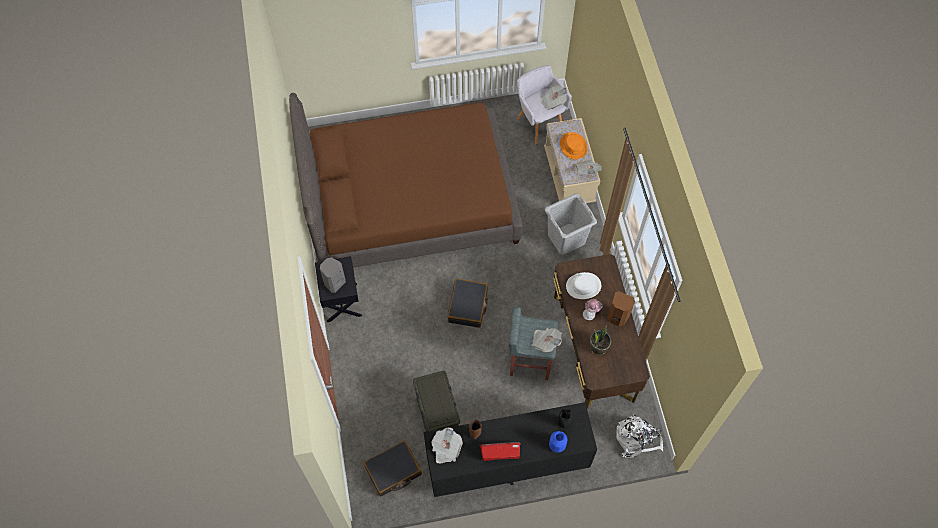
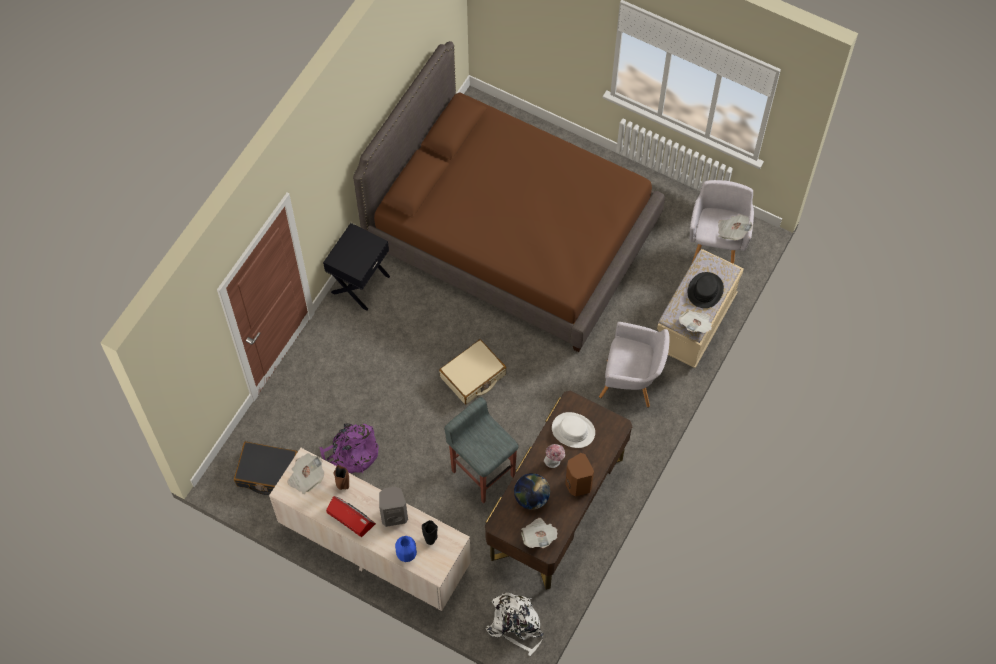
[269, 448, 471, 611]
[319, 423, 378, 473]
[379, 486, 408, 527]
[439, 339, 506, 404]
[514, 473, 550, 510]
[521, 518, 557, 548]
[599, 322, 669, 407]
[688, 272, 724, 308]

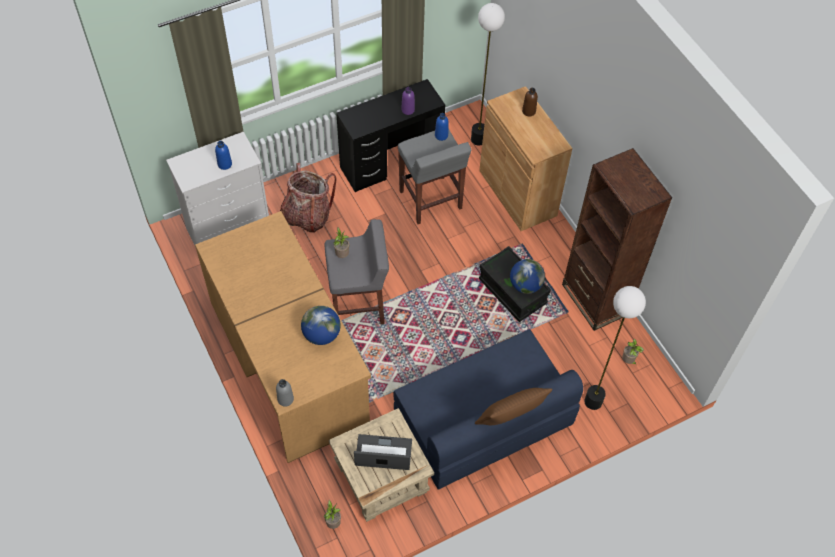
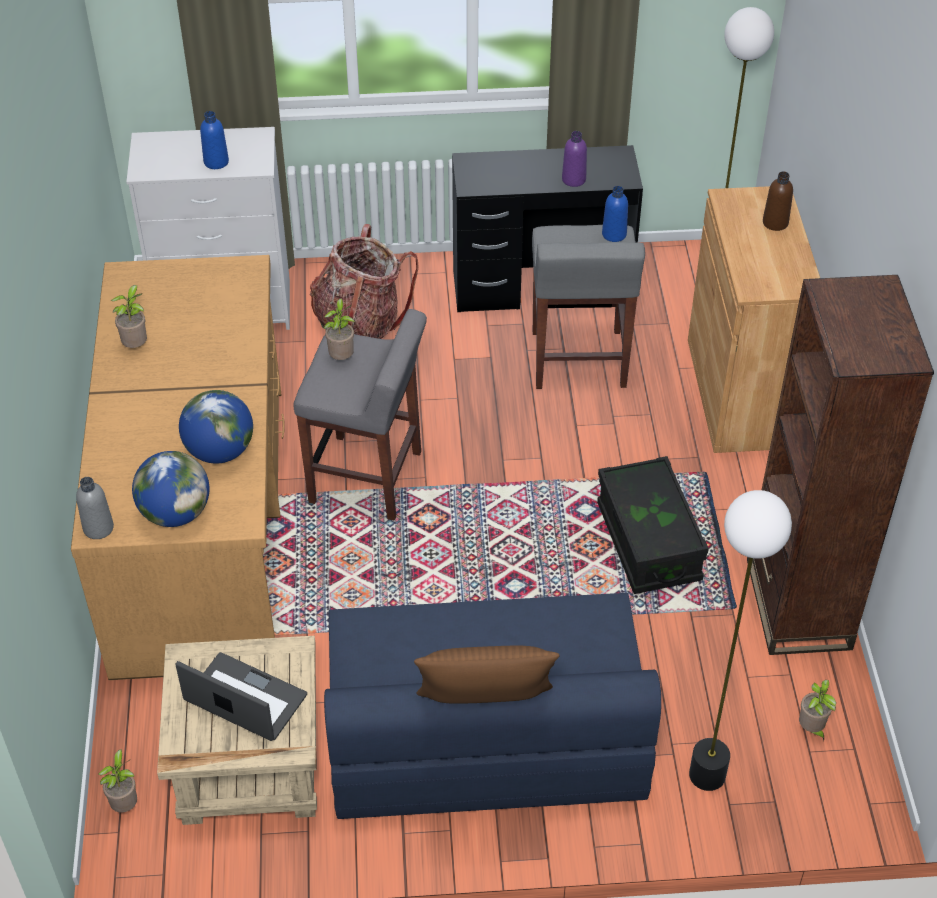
[111, 285, 147, 348]
[132, 451, 209, 527]

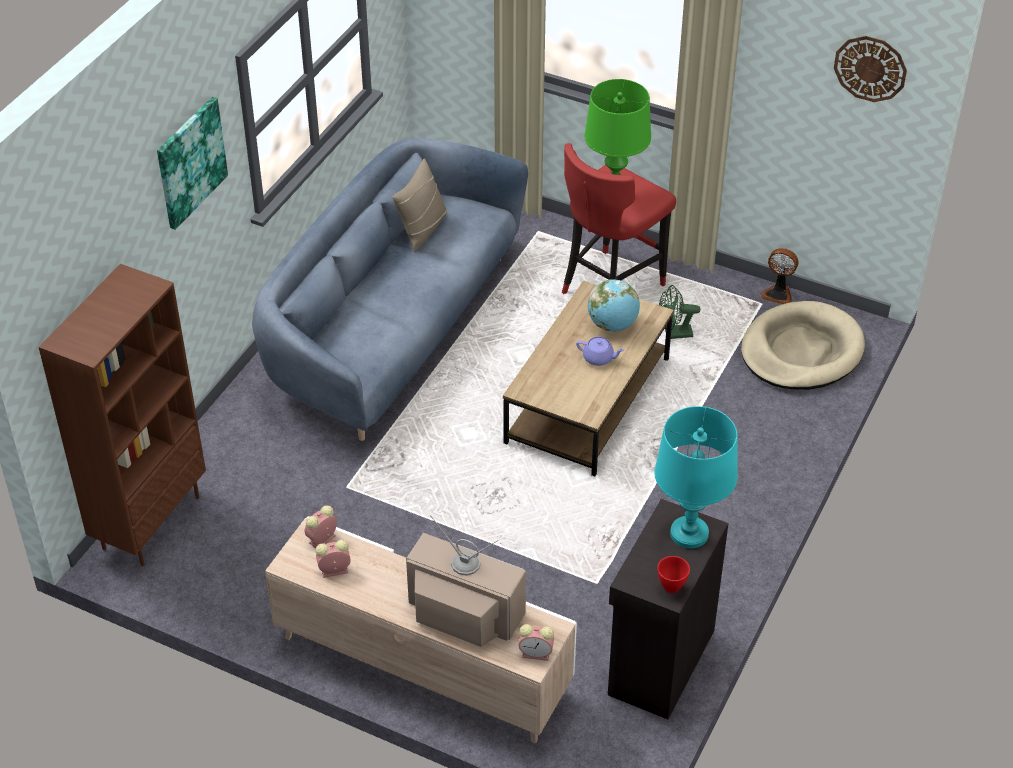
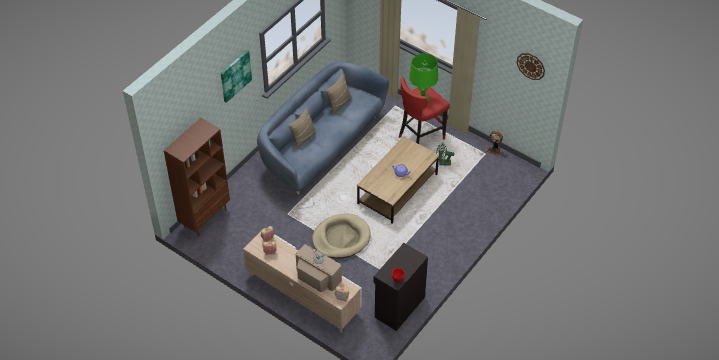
[288, 107, 316, 149]
[312, 214, 371, 259]
[588, 279, 640, 332] (first image)
[654, 406, 738, 548] (first image)

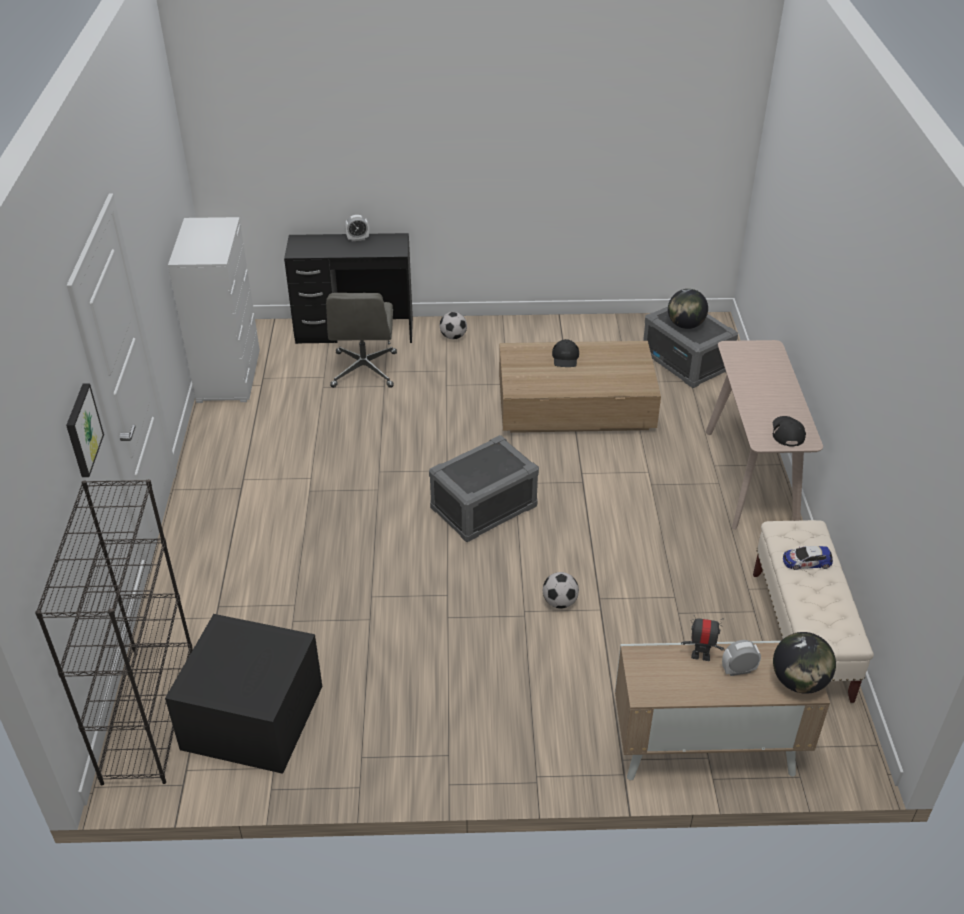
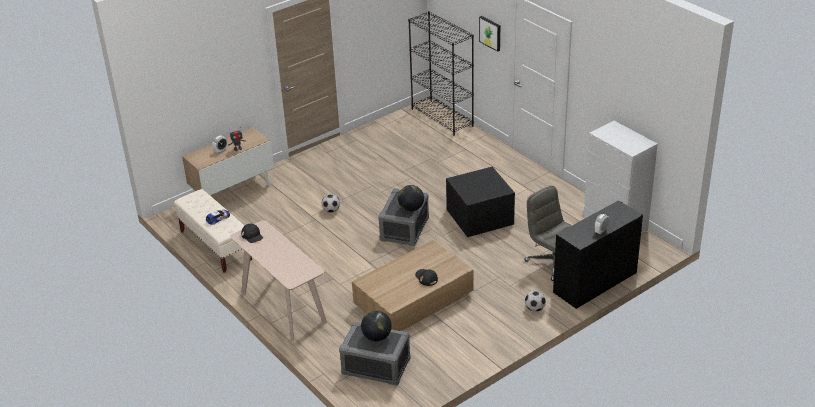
[398, 185, 424, 211]
[446, 167, 515, 237]

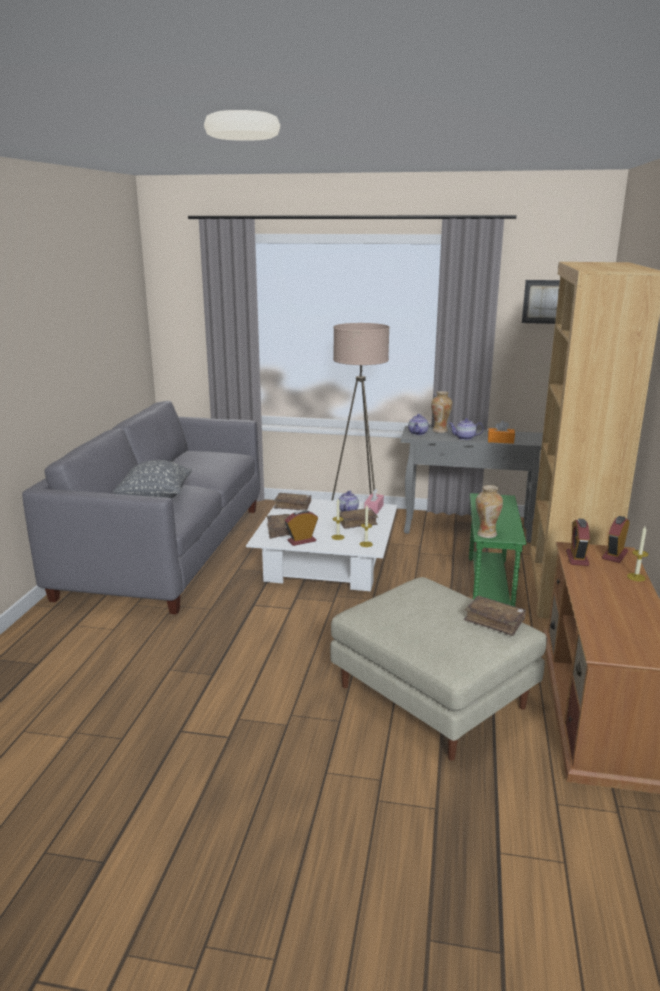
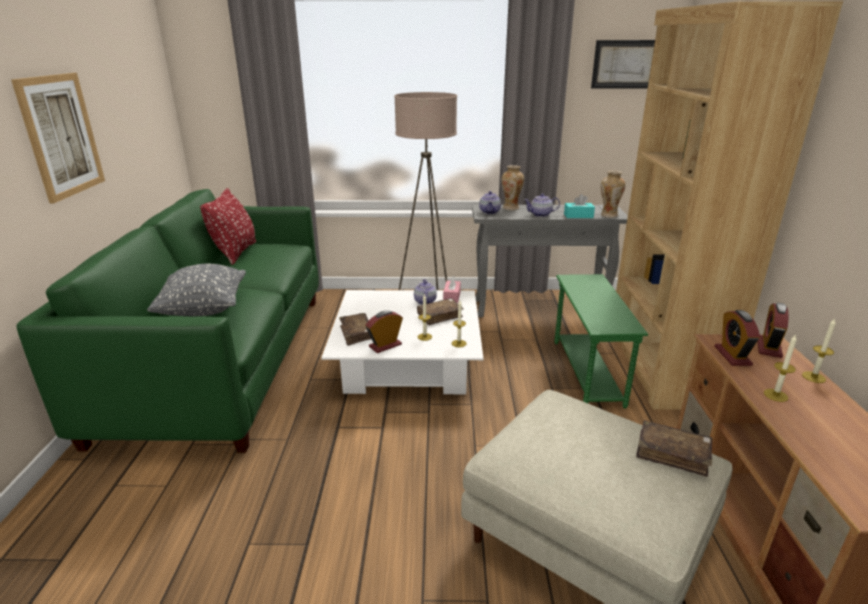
[11, 73, 105, 204]
[16, 189, 319, 453]
[200, 188, 256, 265]
[564, 194, 595, 218]
[601, 171, 625, 218]
[764, 334, 797, 402]
[274, 493, 311, 510] (first image)

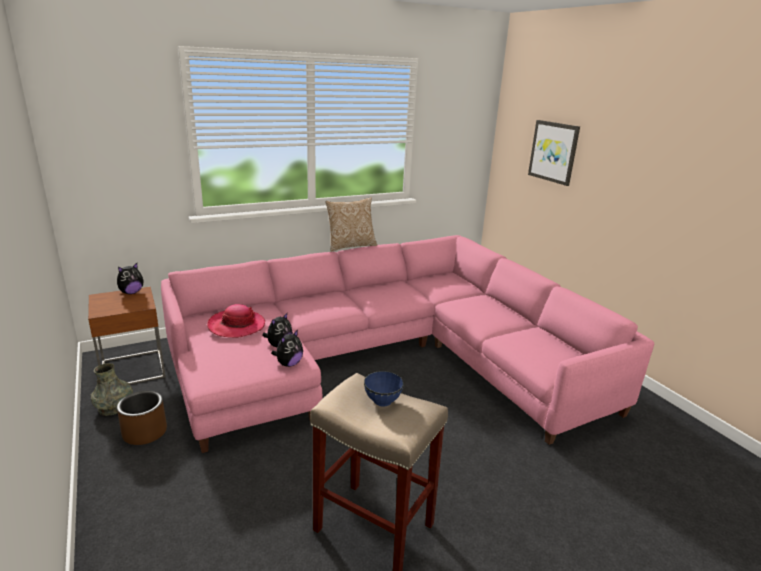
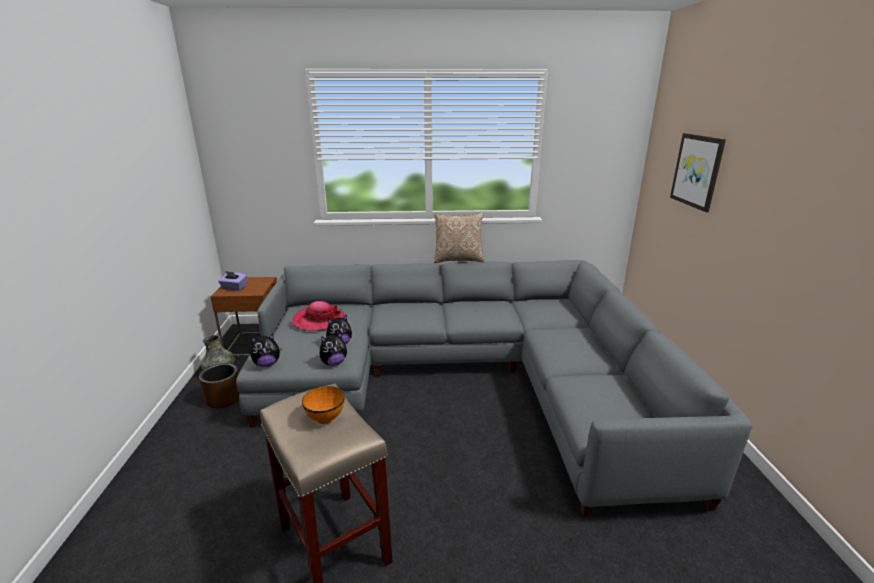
[218, 271, 247, 291]
[236, 260, 752, 516]
[251, 334, 282, 367]
[302, 386, 345, 424]

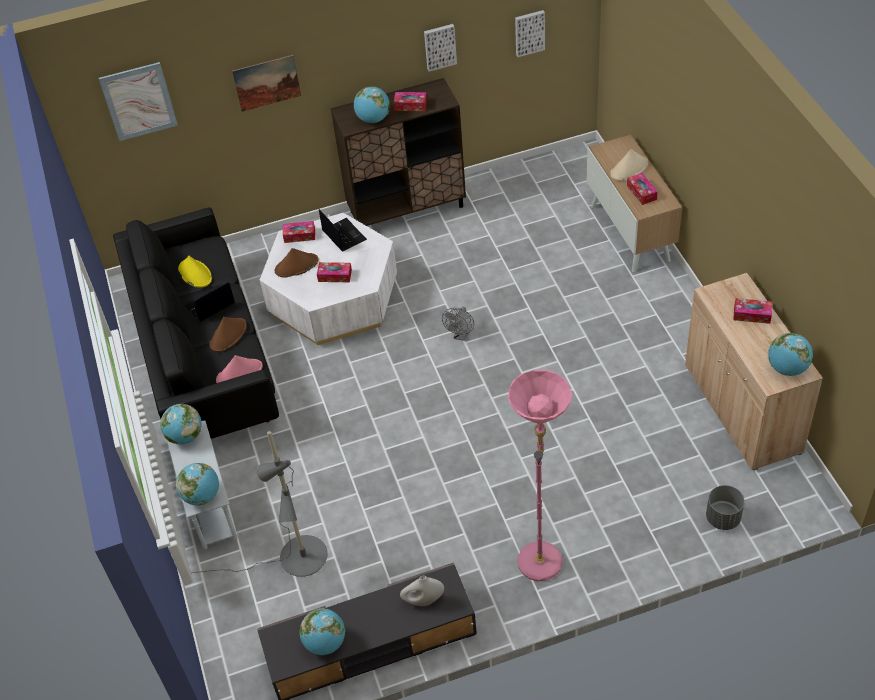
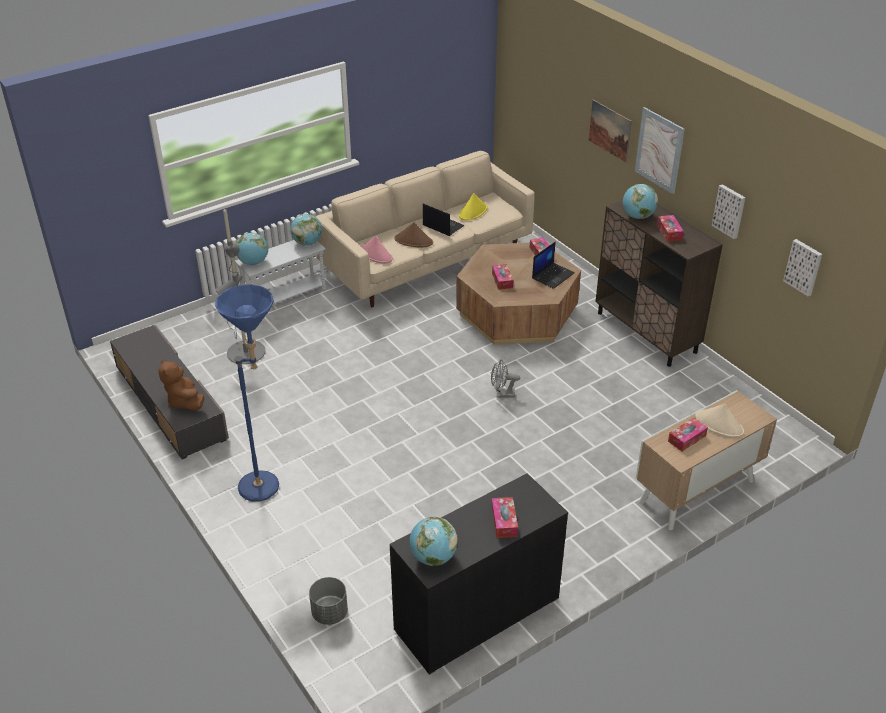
[158, 359, 204, 410]
[215, 284, 279, 502]
[315, 151, 535, 307]
[390, 473, 568, 675]
[456, 243, 581, 345]
[635, 107, 685, 194]
[275, 248, 319, 278] (first image)
[300, 609, 346, 655] (first image)

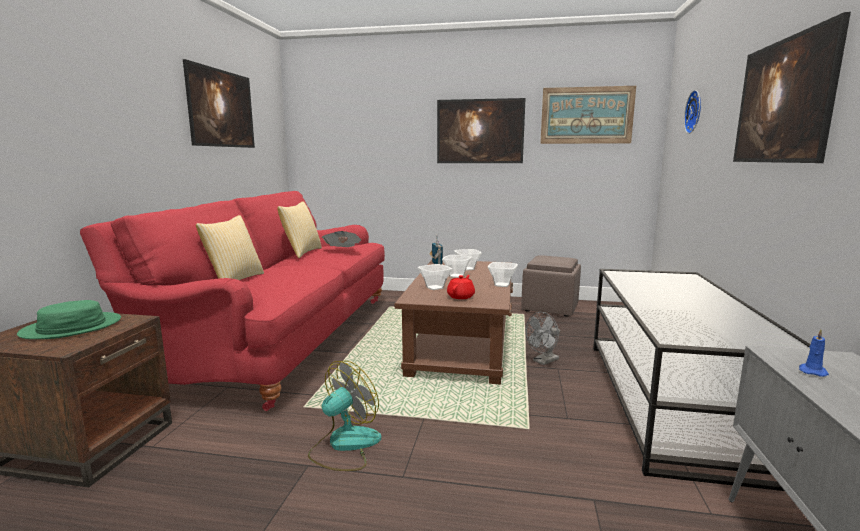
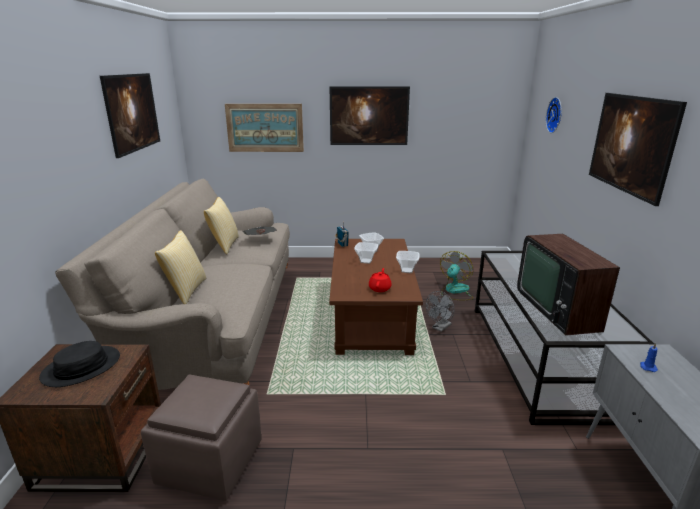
[39, 341, 120, 387]
[55, 178, 290, 390]
[141, 375, 261, 501]
[225, 104, 304, 152]
[440, 251, 473, 300]
[517, 234, 620, 336]
[418, 264, 453, 290] (first image)

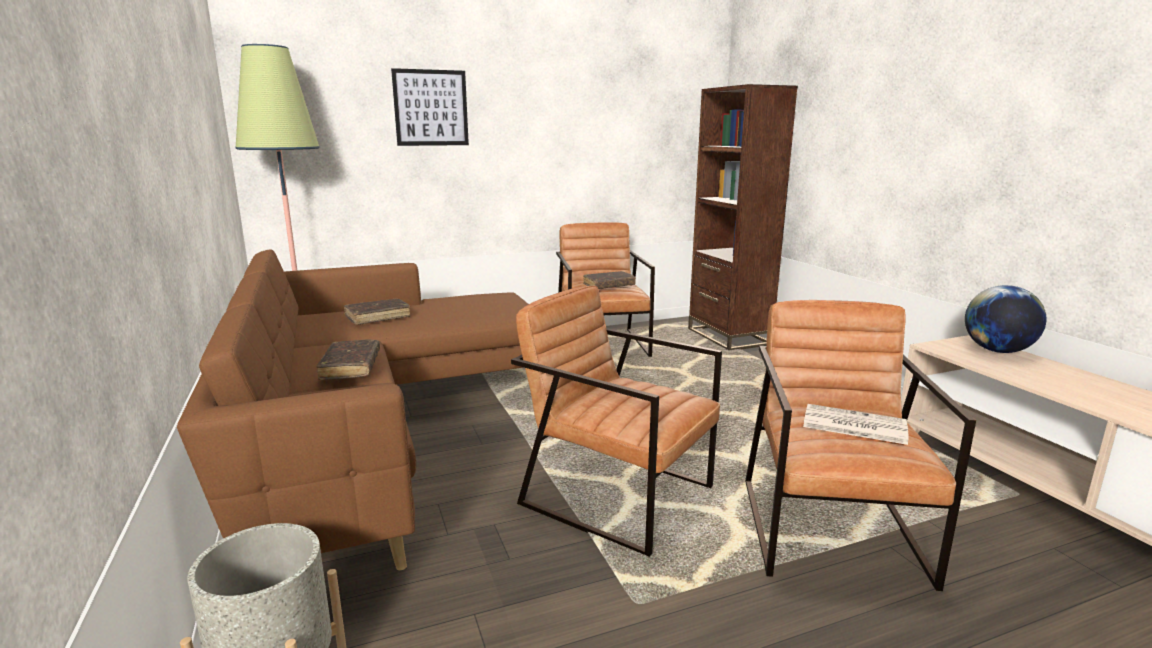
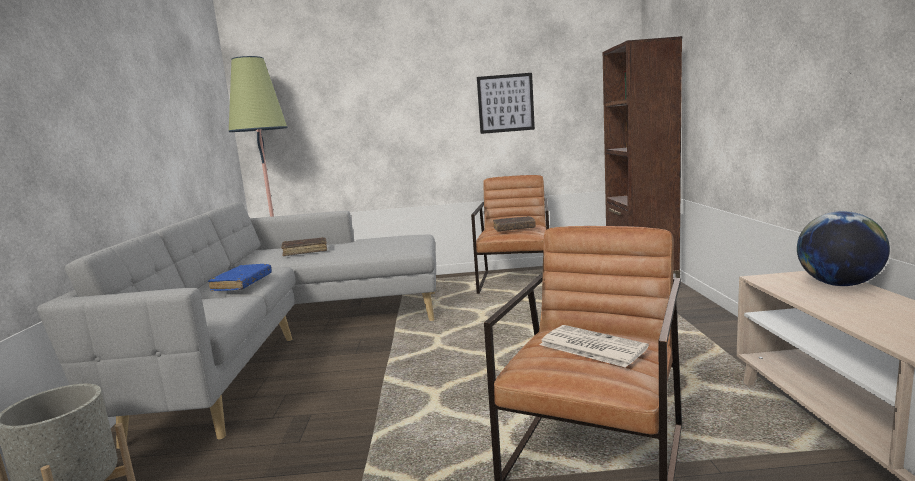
[37, 201, 436, 449]
[208, 264, 272, 291]
[477, 73, 535, 134]
[511, 285, 722, 557] (first image)

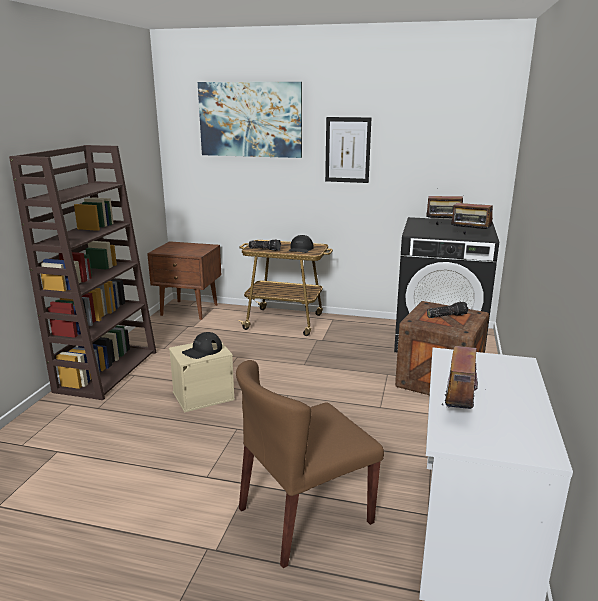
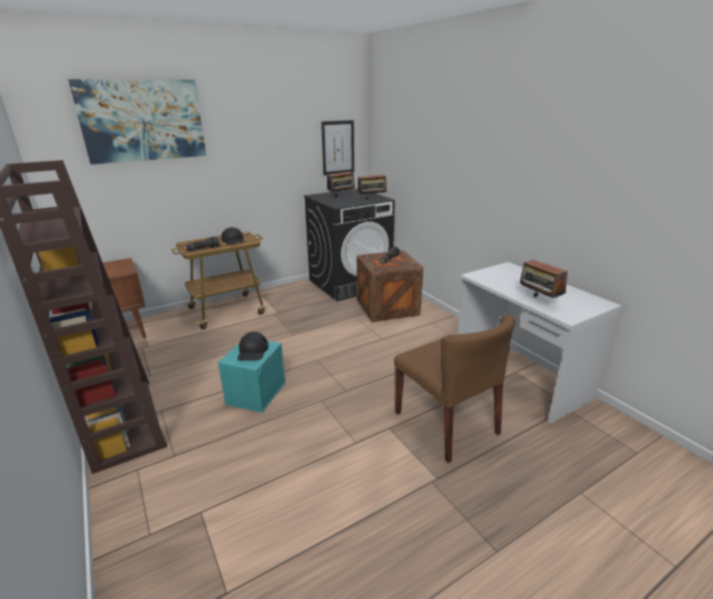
[218, 341, 285, 413]
[321, 120, 354, 176]
[394, 314, 515, 463]

